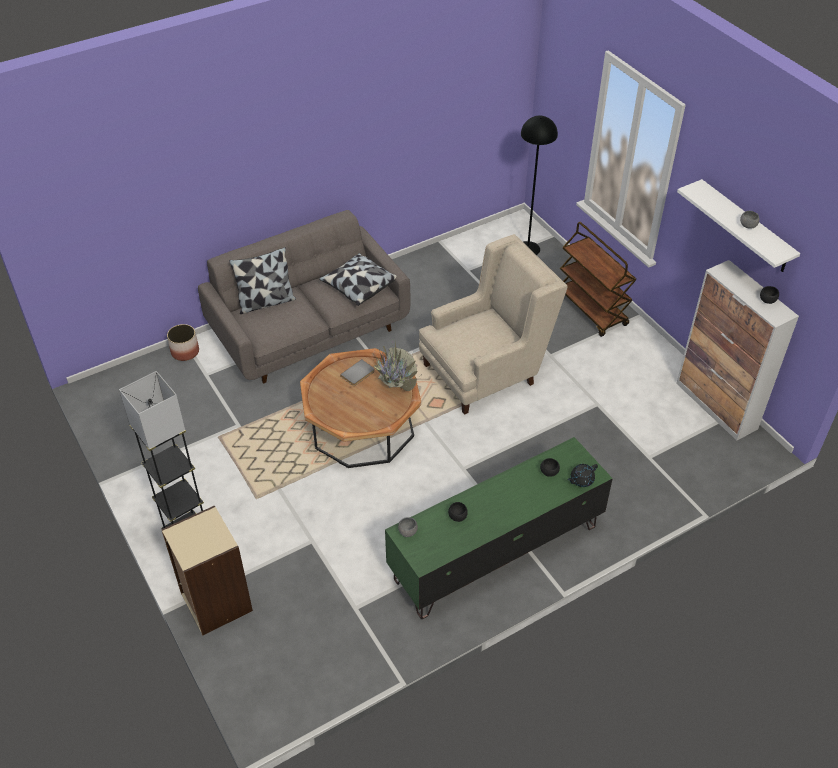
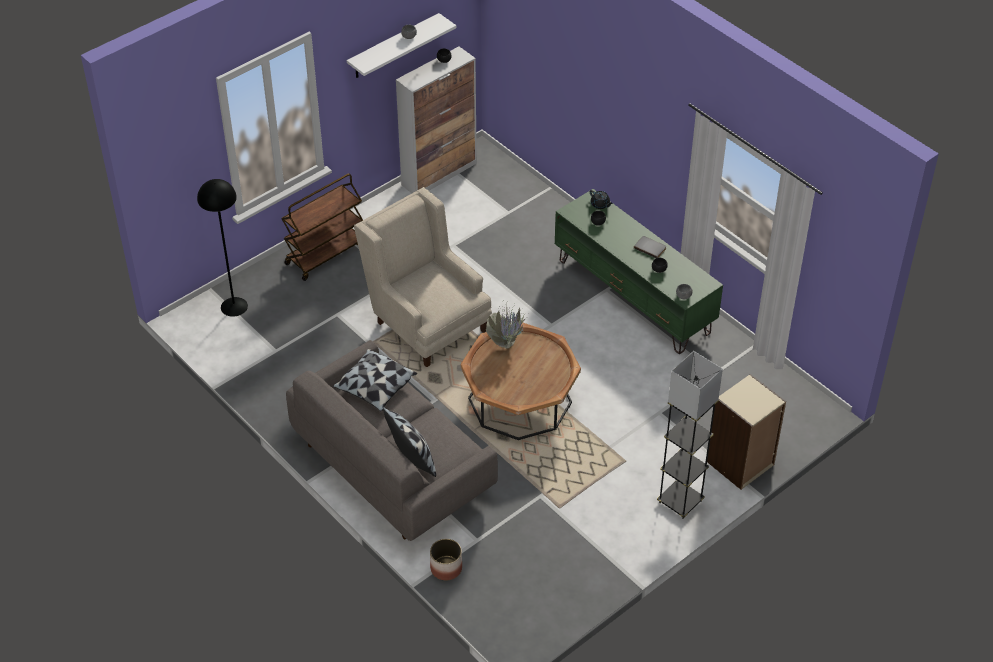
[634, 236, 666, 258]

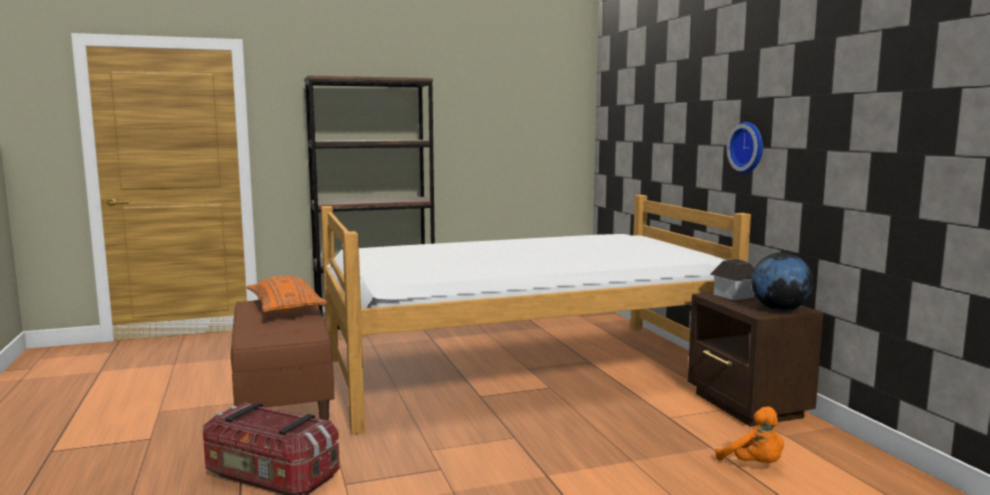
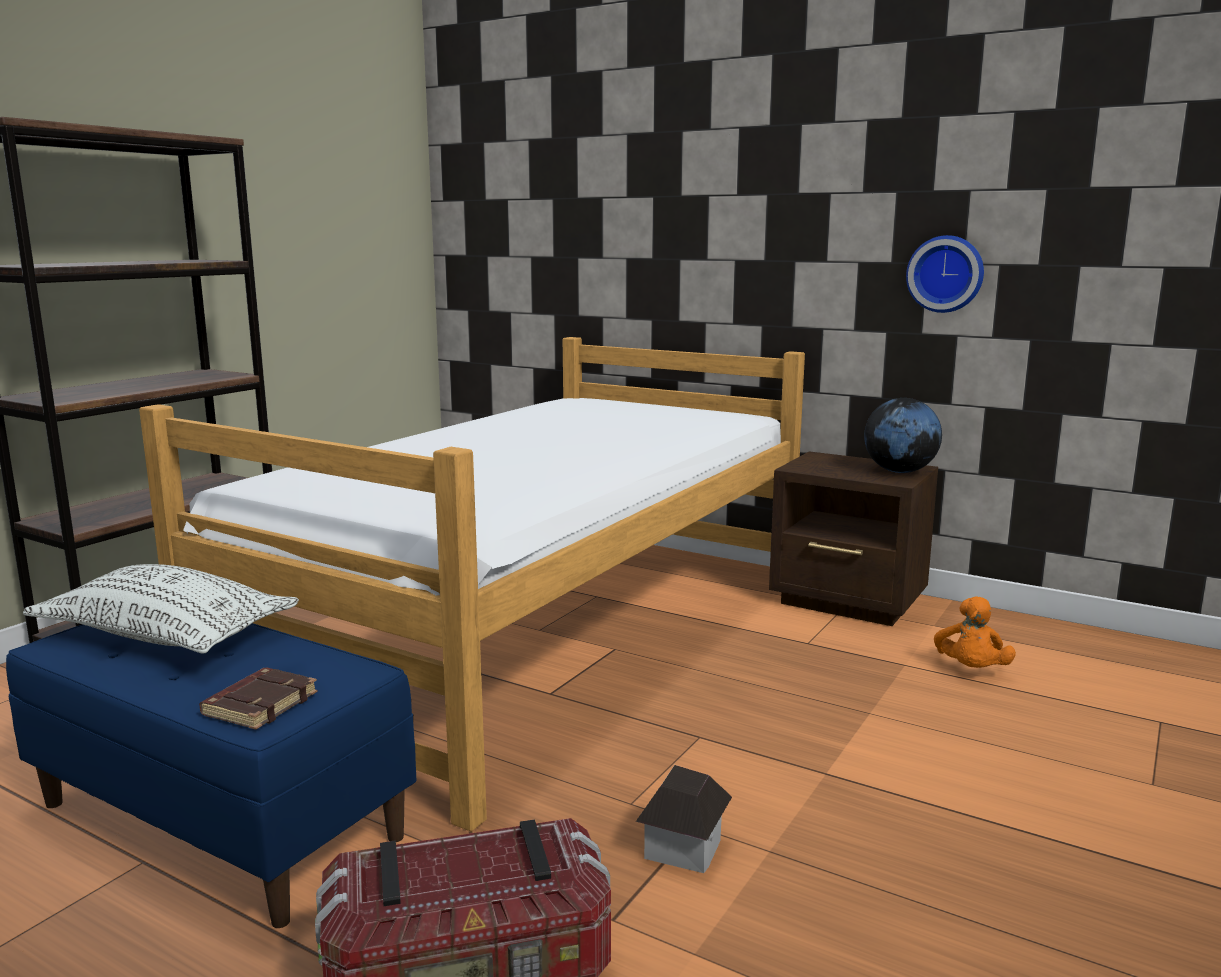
[6, 623, 416, 928]
[23, 564, 299, 654]
[199, 668, 318, 730]
[636, 765, 732, 873]
[906, 235, 984, 313]
[934, 596, 1016, 668]

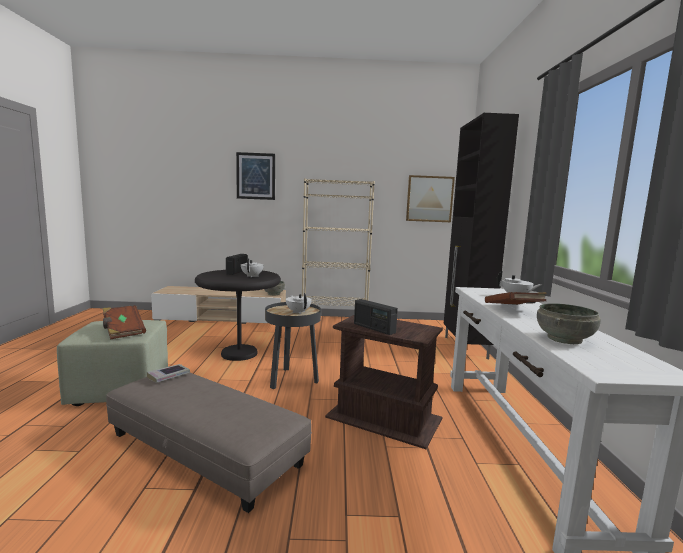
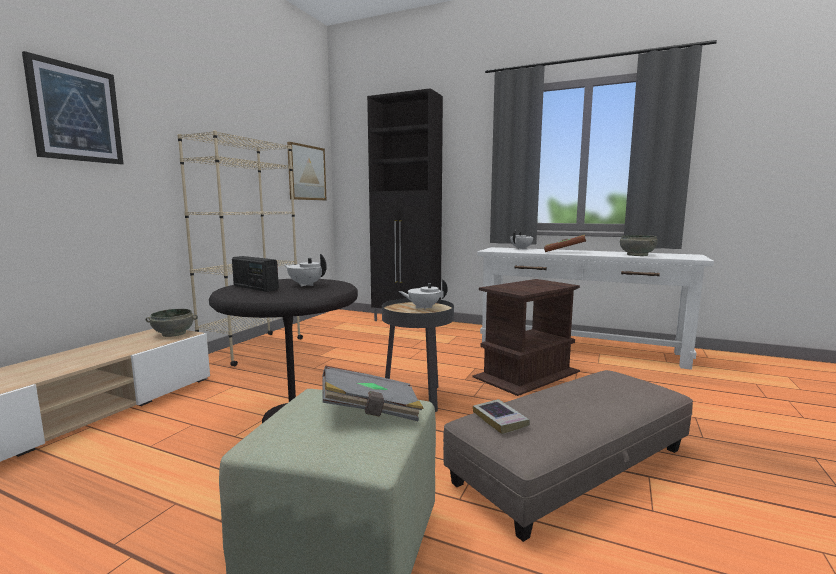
[322, 365, 424, 421]
[354, 299, 398, 335] (first image)

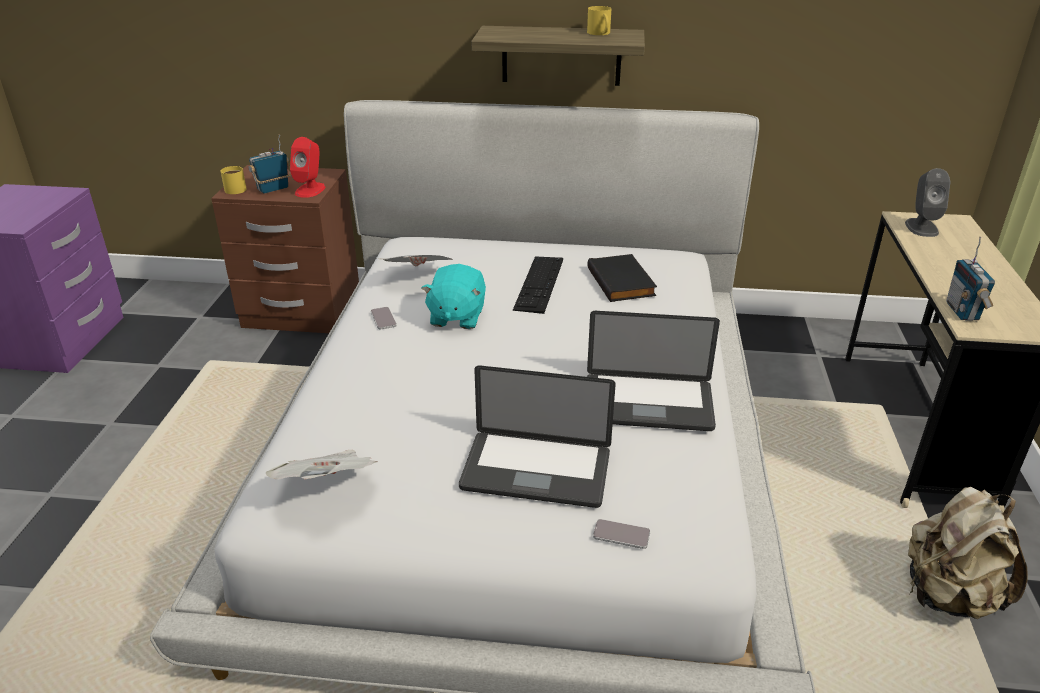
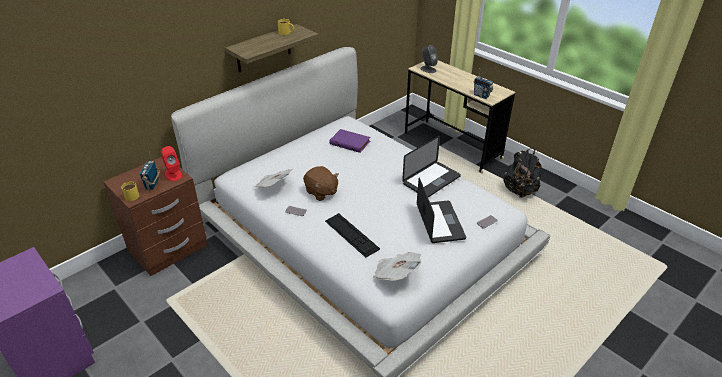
[303, 166, 339, 201]
[325, 213, 380, 257]
[330, 129, 370, 153]
[417, 177, 466, 243]
[503, 148, 541, 198]

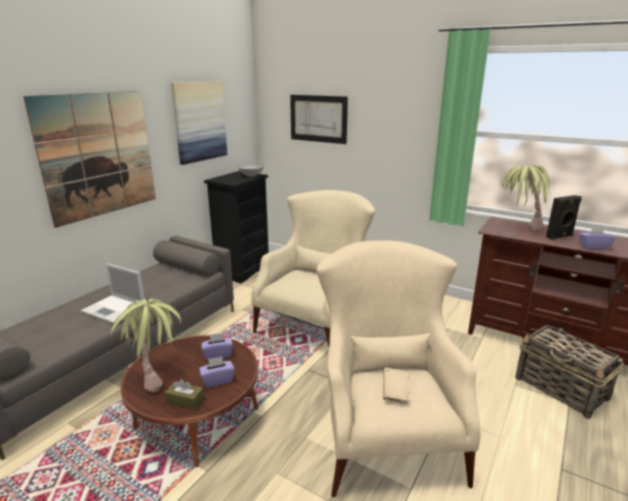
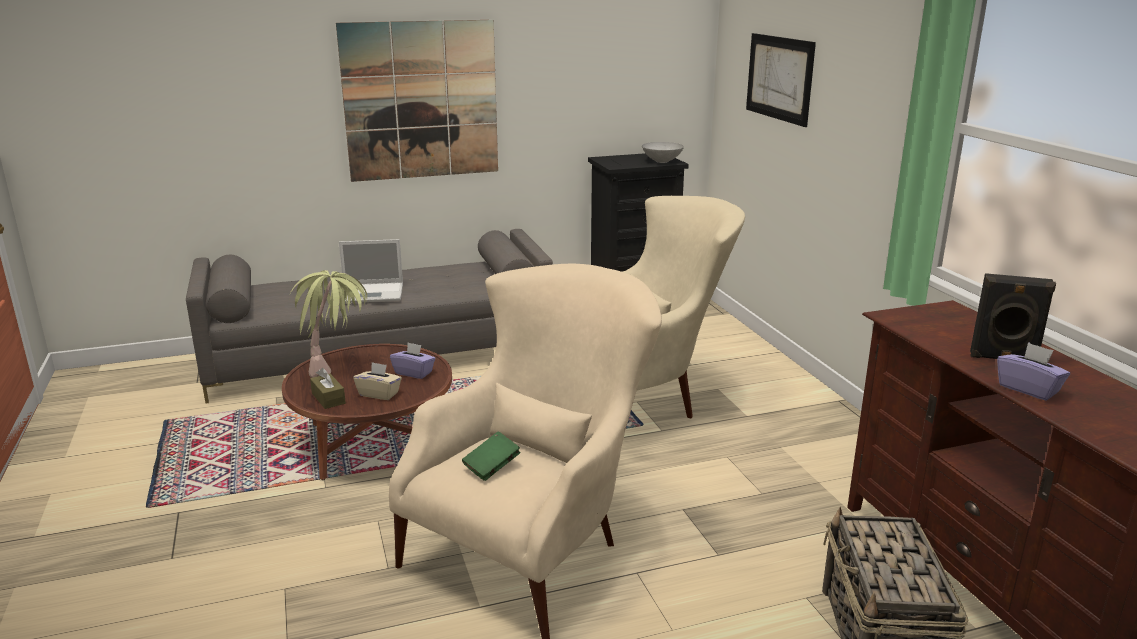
[339, 239, 403, 303]
[353, 362, 402, 400]
[462, 431, 520, 481]
[171, 81, 227, 165] (first image)
[500, 165, 550, 232] (first image)

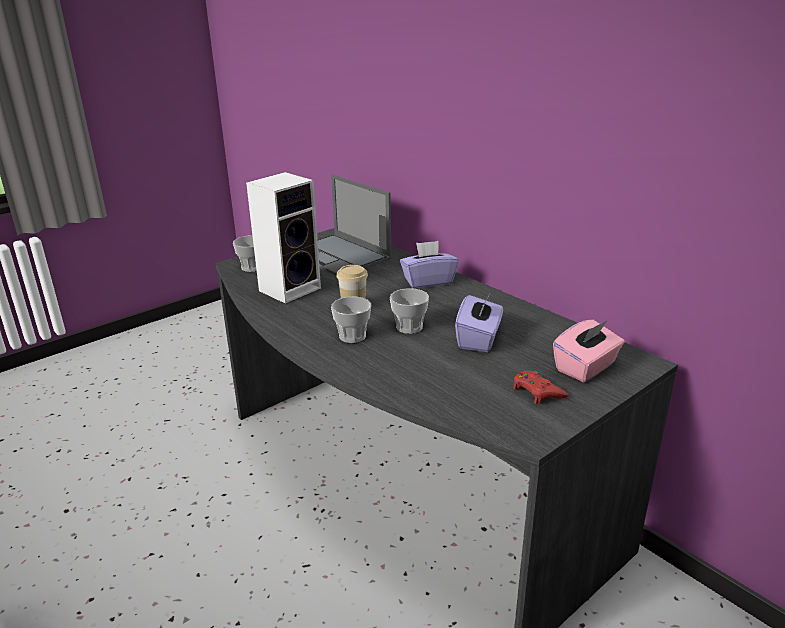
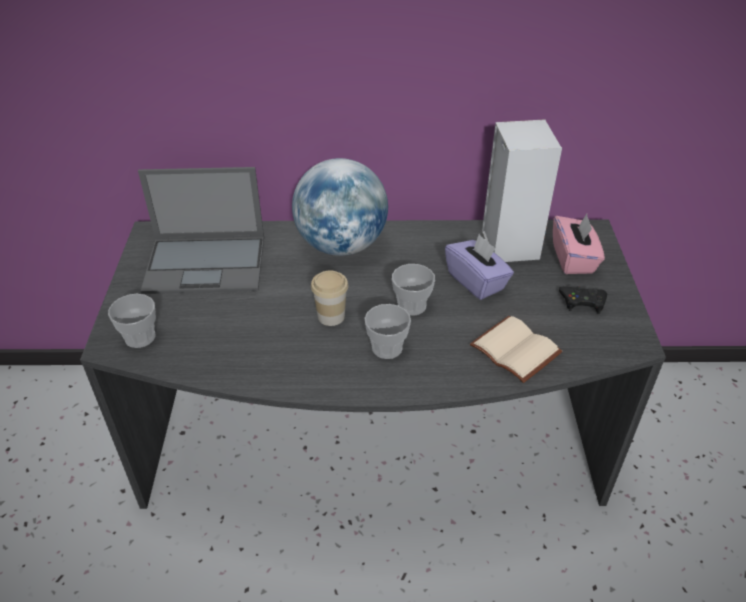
[292, 158, 388, 256]
[470, 316, 563, 383]
[482, 119, 562, 262]
[559, 286, 607, 314]

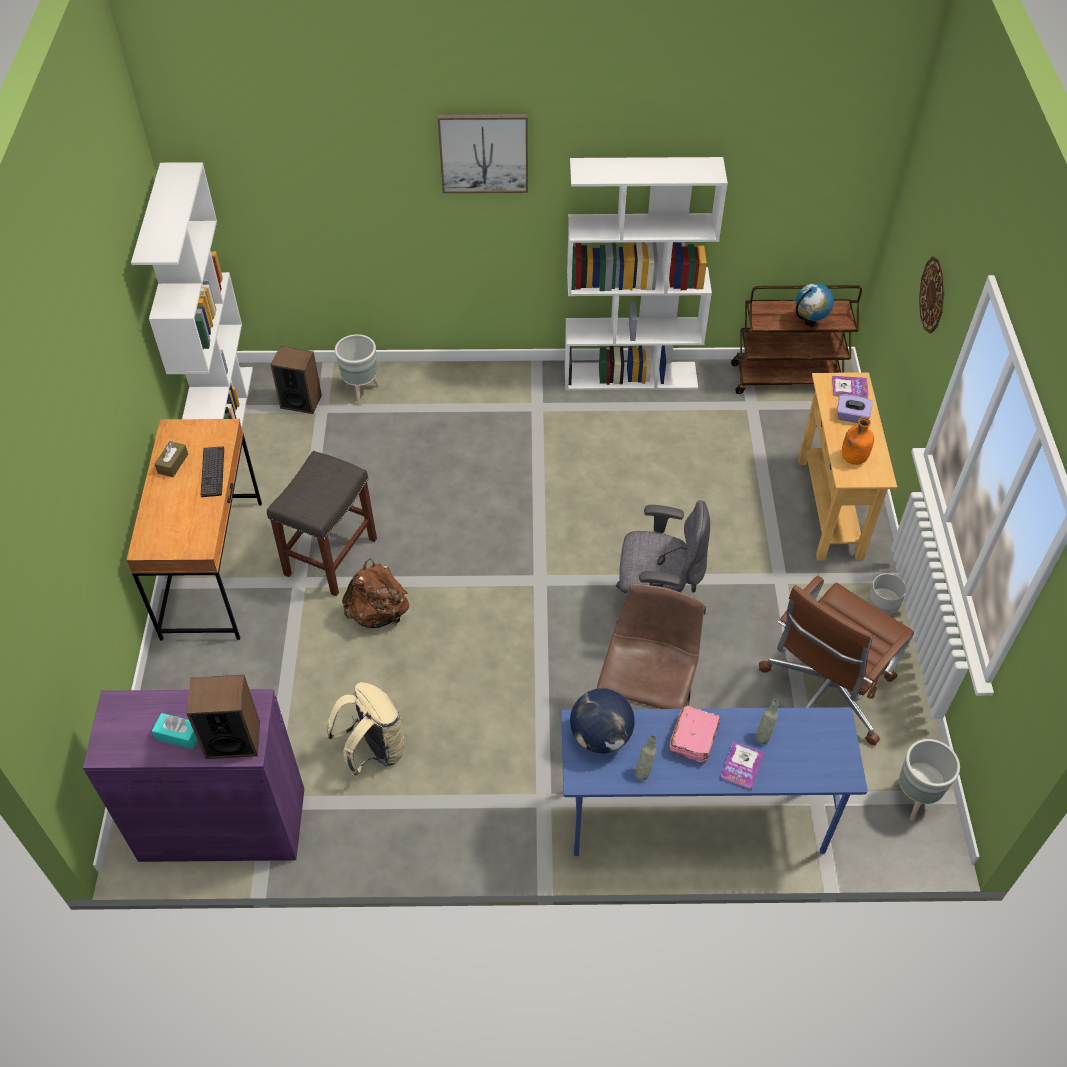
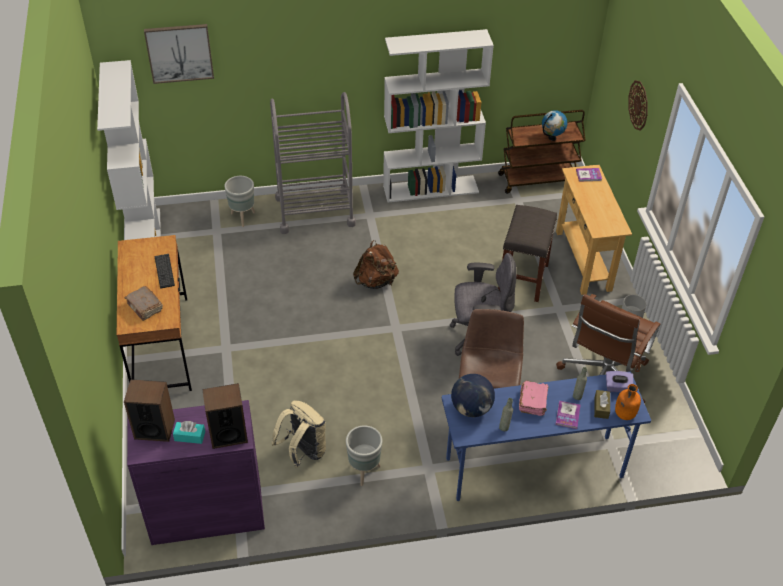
[124, 380, 175, 442]
[125, 286, 163, 321]
[144, 24, 214, 84]
[270, 92, 356, 234]
[346, 425, 383, 486]
[353, 240, 399, 289]
[498, 205, 557, 302]
[594, 390, 610, 419]
[606, 371, 633, 392]
[615, 384, 641, 420]

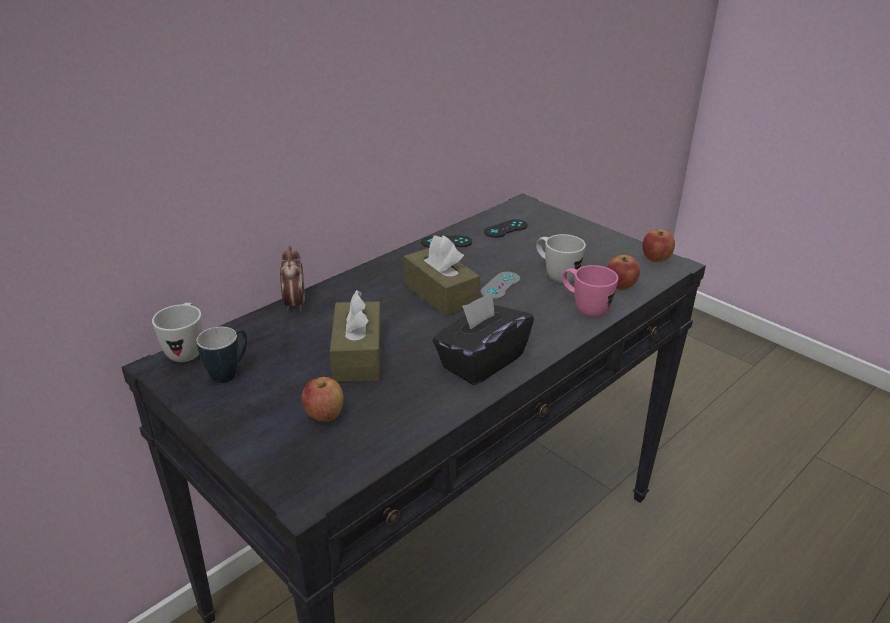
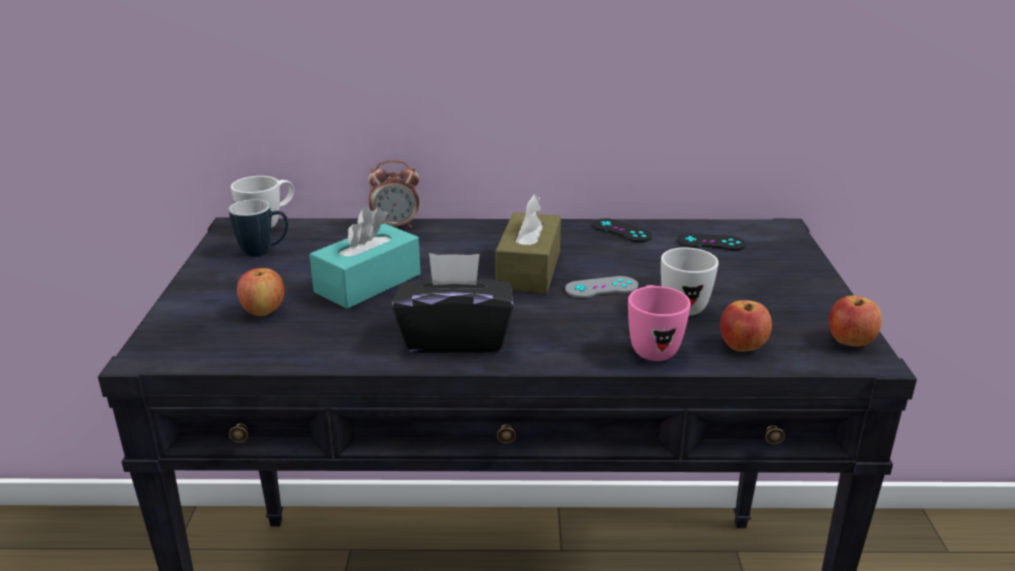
[309, 207, 420, 309]
[368, 160, 419, 228]

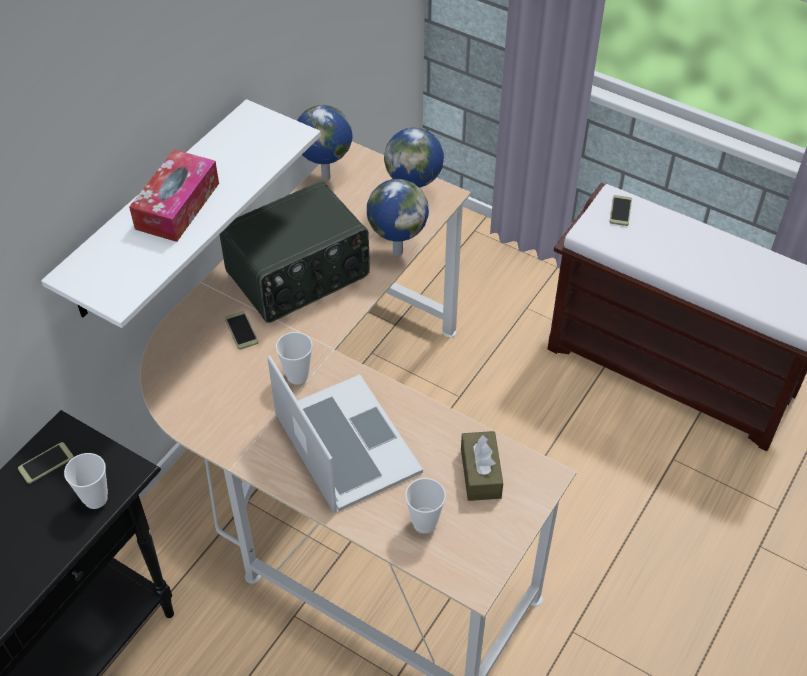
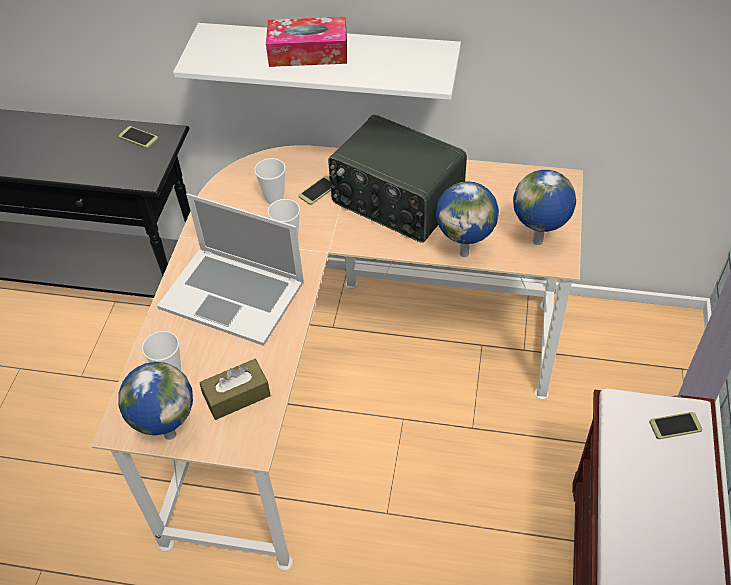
[118, 362, 193, 440]
[157, 193, 304, 346]
[254, 158, 286, 205]

